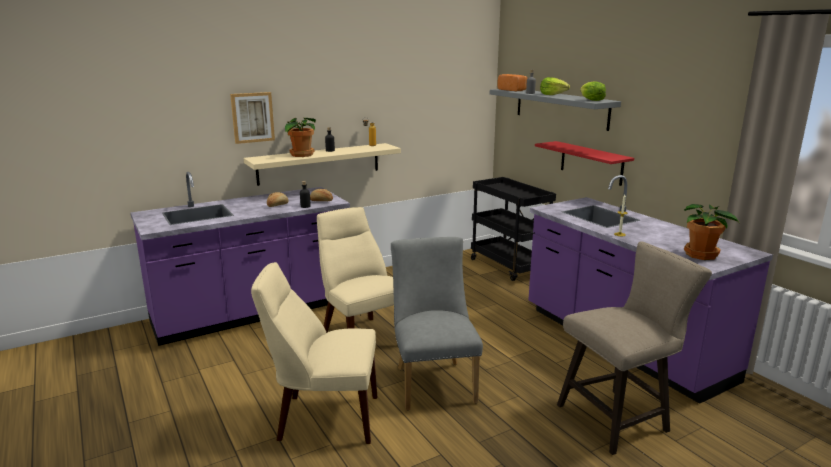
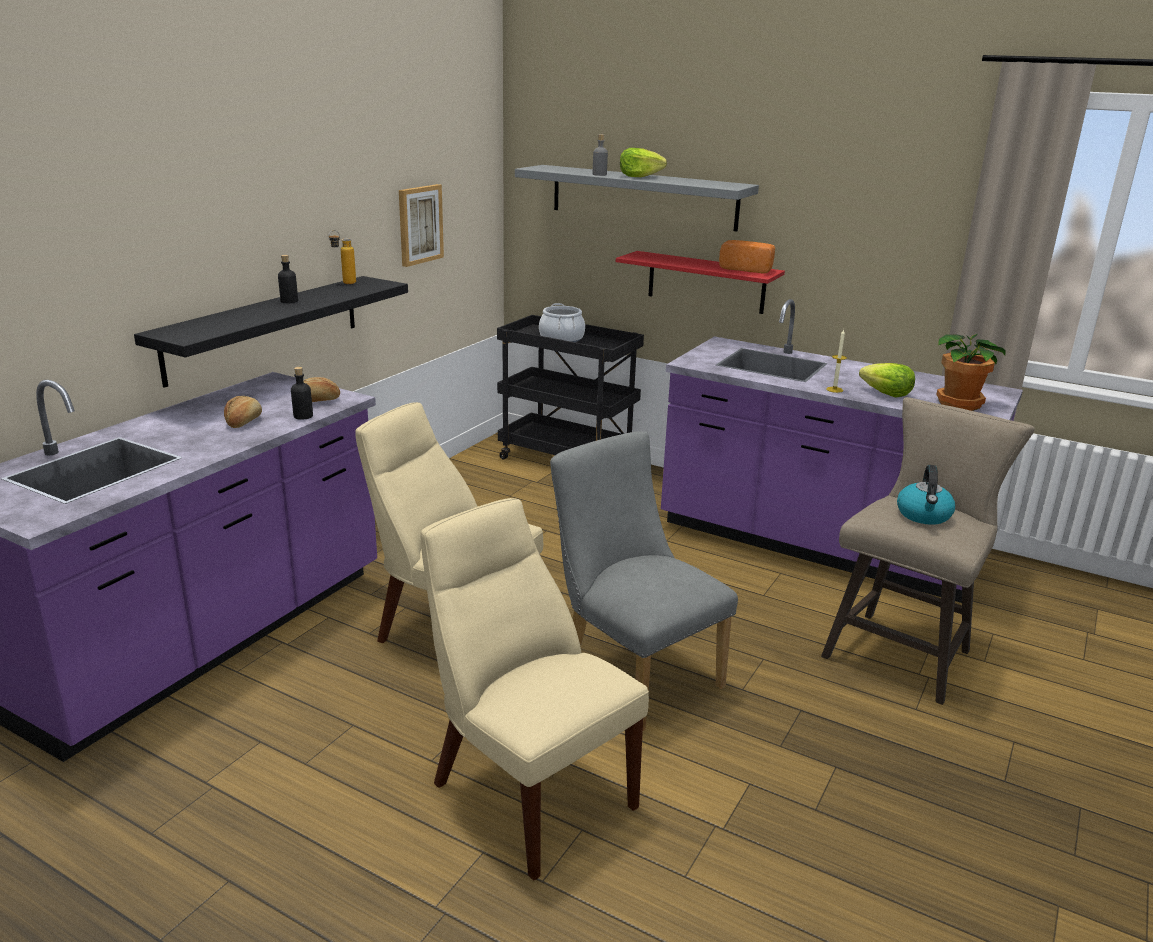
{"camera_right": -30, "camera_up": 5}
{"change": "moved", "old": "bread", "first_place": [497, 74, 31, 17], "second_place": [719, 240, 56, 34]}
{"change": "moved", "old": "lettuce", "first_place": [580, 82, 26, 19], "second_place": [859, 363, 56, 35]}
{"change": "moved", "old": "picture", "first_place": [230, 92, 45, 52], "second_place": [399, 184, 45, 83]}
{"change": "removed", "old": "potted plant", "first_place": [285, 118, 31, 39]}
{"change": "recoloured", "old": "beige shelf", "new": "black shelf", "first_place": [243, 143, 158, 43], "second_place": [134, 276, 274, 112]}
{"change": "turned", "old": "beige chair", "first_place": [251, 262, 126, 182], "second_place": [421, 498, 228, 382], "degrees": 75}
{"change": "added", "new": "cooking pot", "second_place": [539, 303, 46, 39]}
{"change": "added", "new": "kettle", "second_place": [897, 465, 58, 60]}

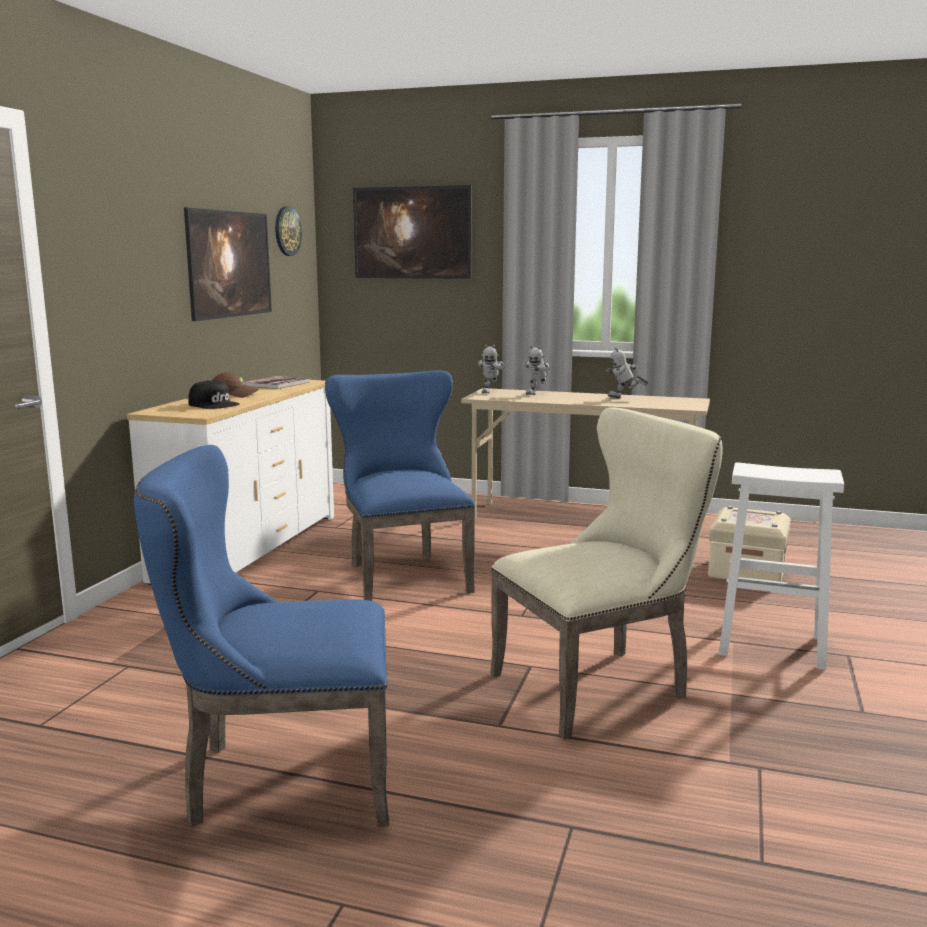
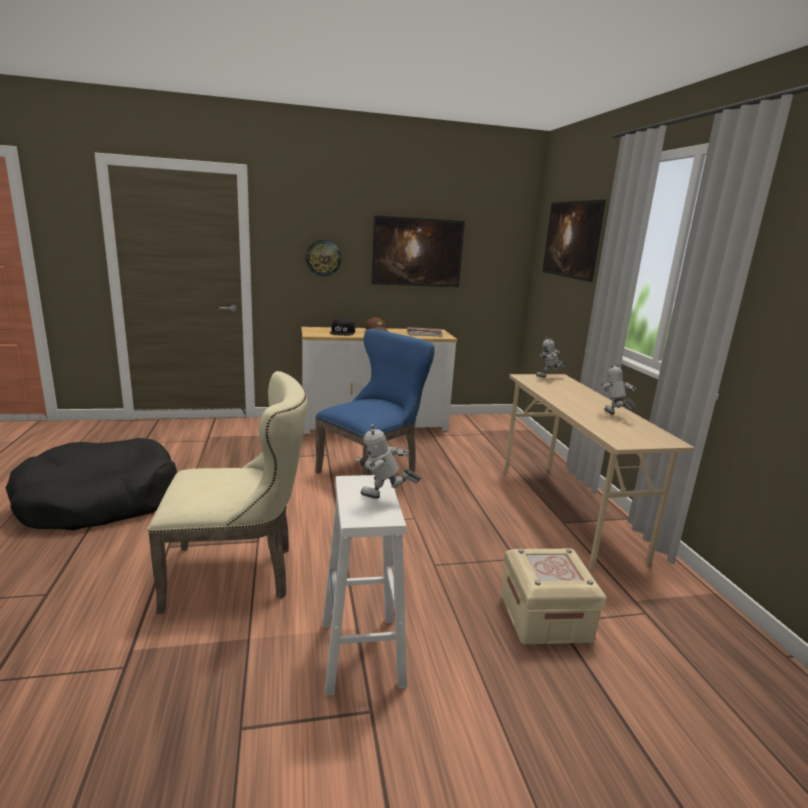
{"camera_right": 60, "camera_up": 5}
{"change": "moved", "old": "wall clock", "first_place": [275, 206, 27, 50], "second_place": [306, 240, 35, 36]}
{"change": "moved", "old": "toy robot", "first_place": [525, 346, 24, 49], "second_place": [356, 424, 65, 75]}
{"change": "turned", "old": "beige chair", "first_place": [490, 407, 233, 333], "second_place": [148, 371, 160, 243], "degrees": -45}
{"change": "replaced", "old": "blue chair", "new": "black dog bed", "first_place": [134, 445, 255, 382], "second_place": [6, 438, 171, 92]}

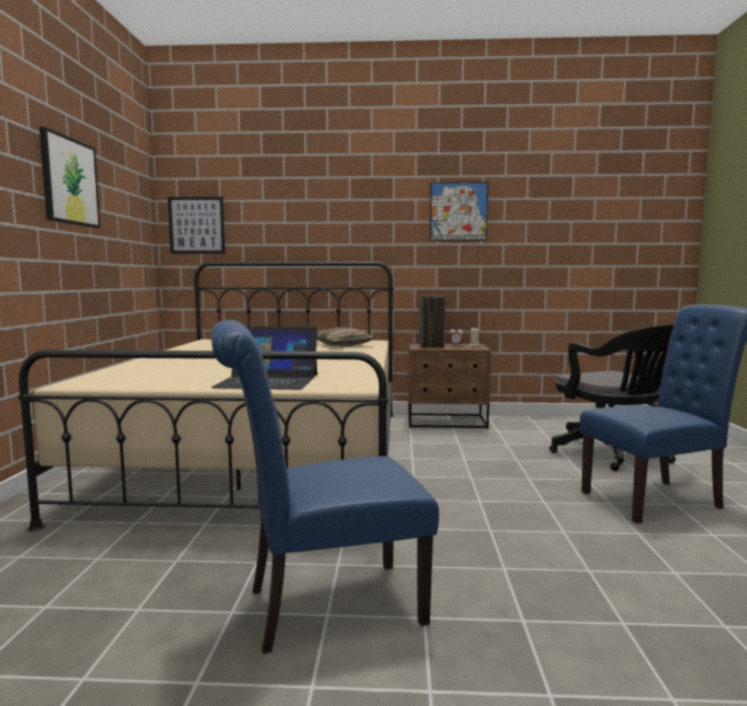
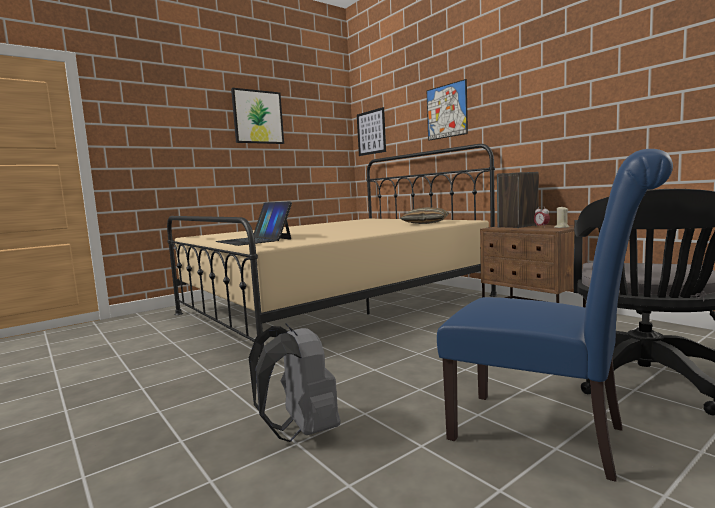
{"camera_right": 50, "camera_up": 0}
{"change": "moved", "old": "picture", "first_place": [430, 182, 58, 59], "second_place": [427, 79, 41, 62]}
{"change": "removed", "old": "blue chair", "first_place": [210, 320, 229, 334]}
{"change": "added", "new": "grey backpack", "second_place": [249, 324, 92, 118]}

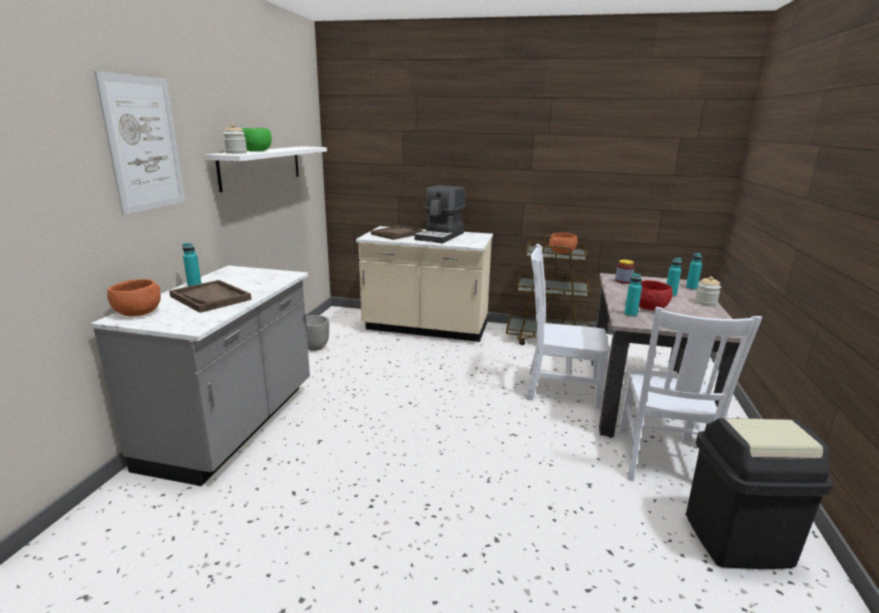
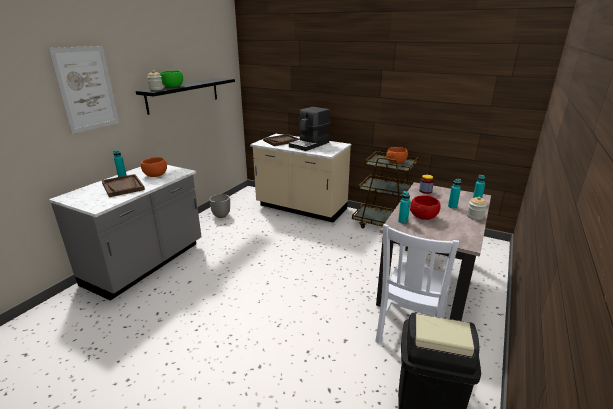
{"camera_right": 15, "camera_up": 5}
{"change": "recoloured", "old": "white shelf", "new": "black shelf", "first_place": [206, 146, 121, 46], "second_place": [136, 78, 99, 37]}
{"change": "removed", "old": "white chair", "first_place": [526, 244, 83, 165]}
{"change": "moved", "old": "orange bowl", "first_place": [107, 279, 54, 37], "second_place": [141, 157, 26, 20]}

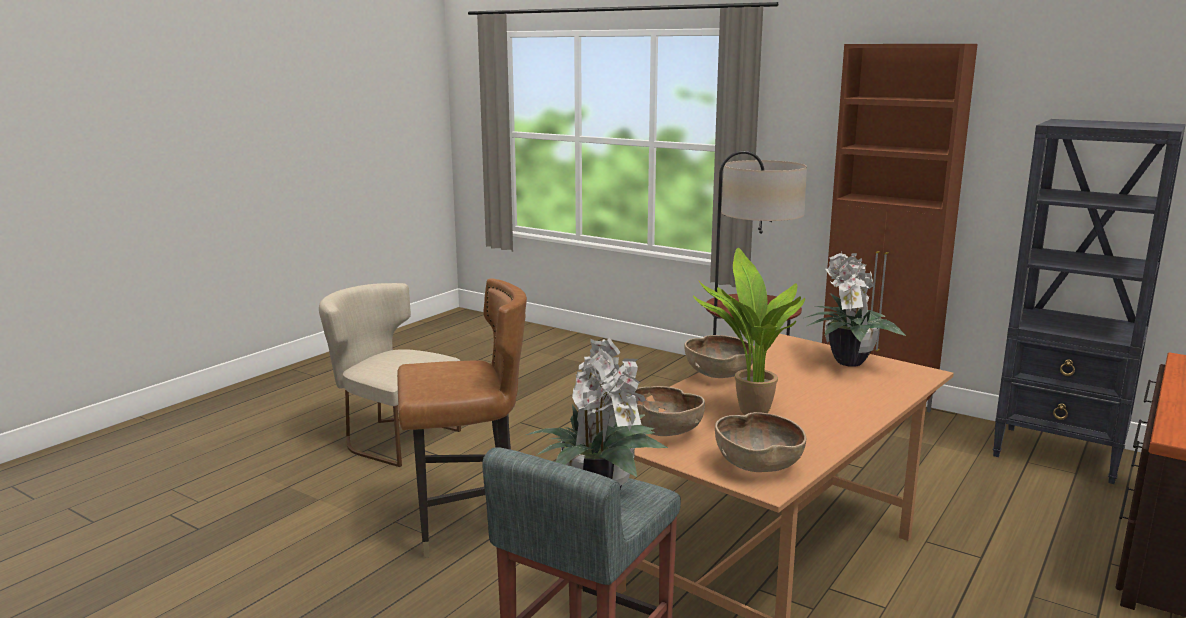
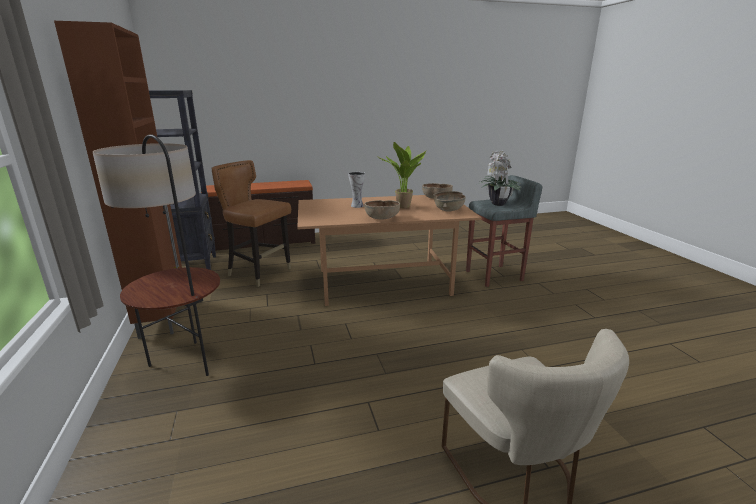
{"camera_right": -140, "camera_up": 5}
{"change": "removed", "old": "potted plant", "first_place": [804, 252, 102, 115]}
{"change": "moved", "old": "brown chair", "first_place": [397, 278, 130, 280], "second_place": [211, 160, 80, 127]}
{"change": "added", "new": "vase", "second_place": [348, 172, 17, 36]}

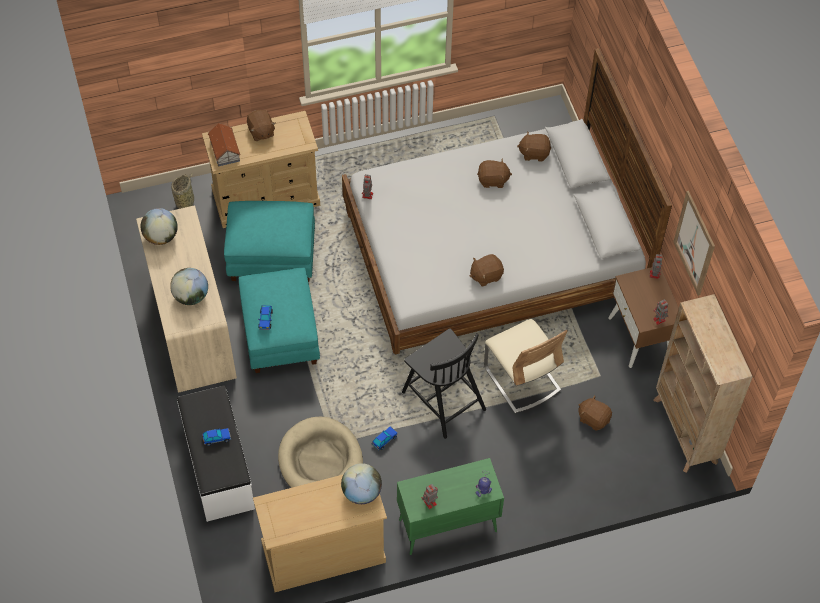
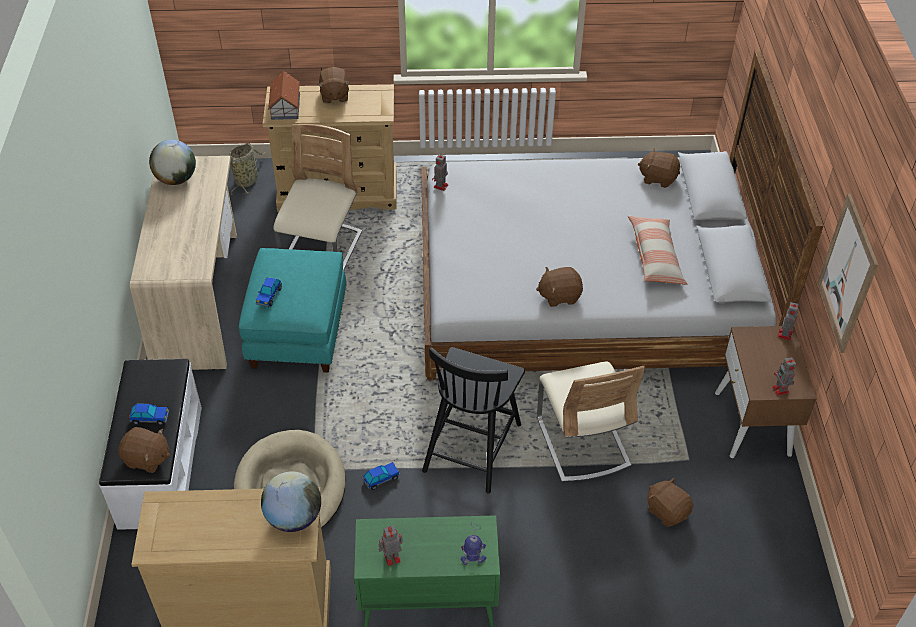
{"camera_right": 15, "camera_up": -10}
{"change": "moved", "old": "brown plush toy", "first_place": [477, 159, 35, 29], "second_place": [118, 427, 52, 46]}
{"change": "replaced", "old": "turquoise ottoman", "new": "beige chair", "first_place": [224, 201, 91, 81], "second_place": [273, 124, 89, 147]}
{"change": "removed", "old": "globe", "first_place": [170, 268, 38, 37]}
{"change": "removed", "old": "beige bookcase", "first_place": [653, 294, 100, 179]}
{"change": "turned", "old": "black chair", "first_place": [402, 329, 84, 110], "second_place": [422, 347, 103, 146], "degrees": 45}
{"change": "added", "new": "pillow", "second_place": [627, 215, 60, 70]}

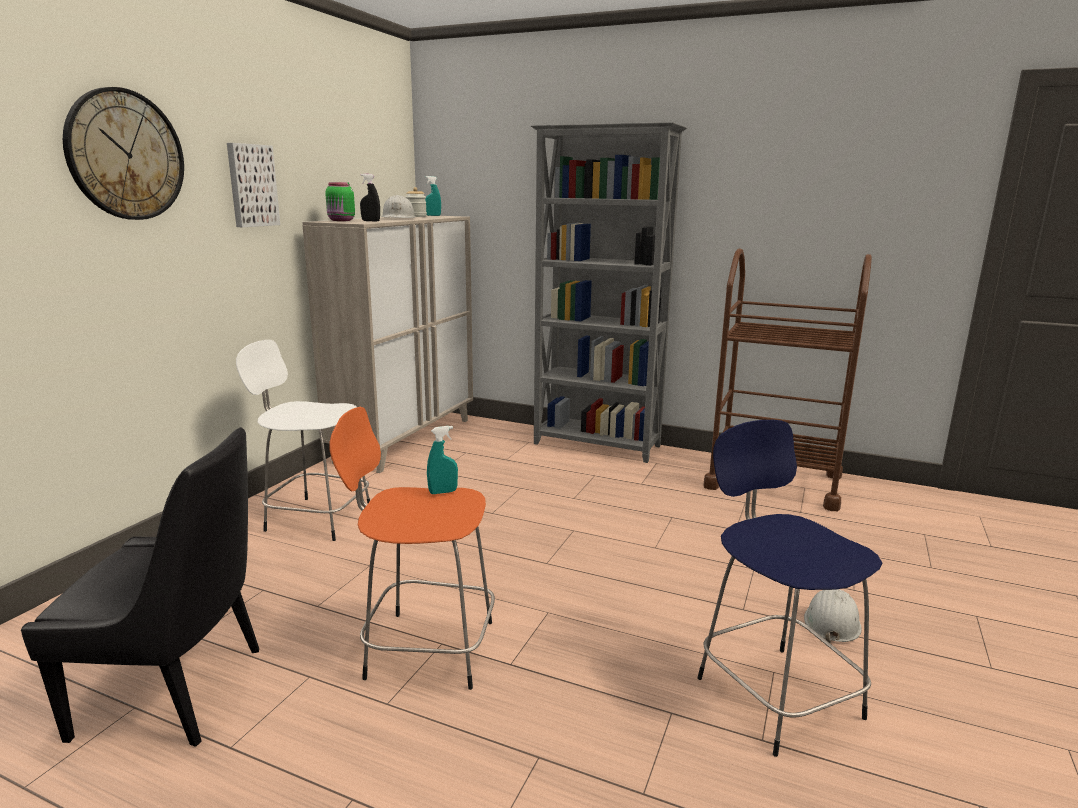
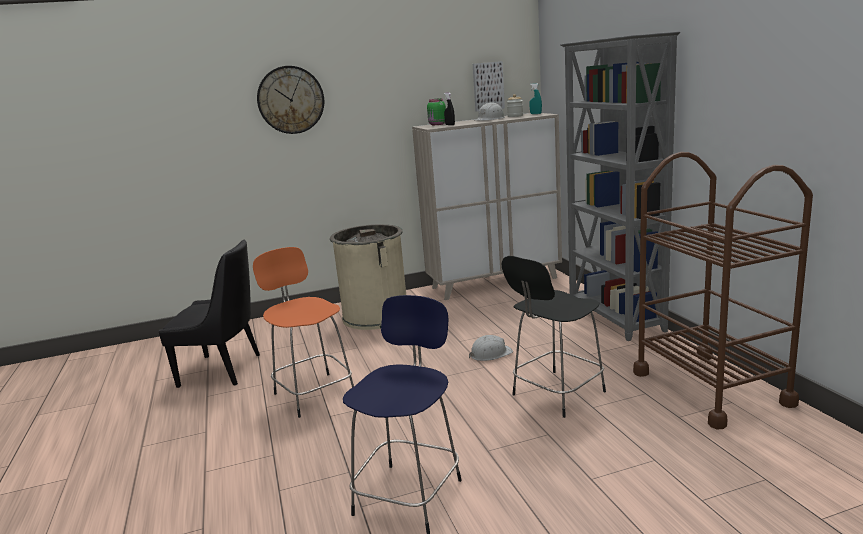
{"camera_right": 50, "camera_up": 0}
{"change": "moved", "old": "picture", "first_place": [227, 143, 53, 84], "second_place": [473, 61, 32, 51]}
{"change": "replaced", "old": "white stool", "new": "beige trash can", "first_place": [236, 340, 134, 201], "second_place": [330, 224, 76, 106]}
{"change": "removed", "old": "turquoise spray bottle", "first_place": [427, 426, 31, 68]}
{"change": "turned", "old": "black chair", "first_place": [21, 427, 238, 320], "second_place": [158, 240, 102, 148], "degrees": -45}
{"change": "moved", "old": "white hard hat", "first_place": [804, 589, 58, 54], "second_place": [469, 335, 44, 26]}
{"change": "added", "new": "black stool", "second_place": [501, 256, 105, 162]}

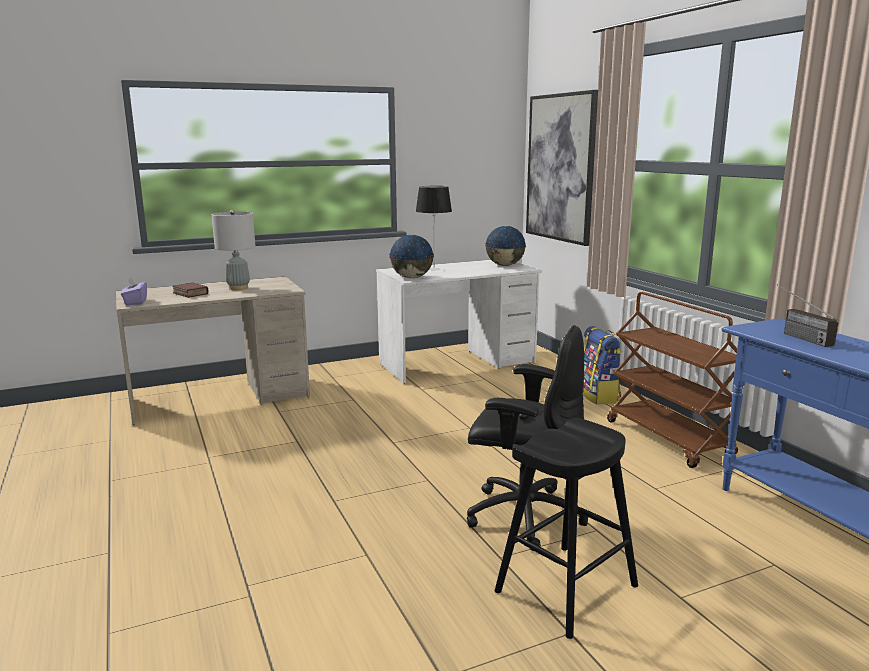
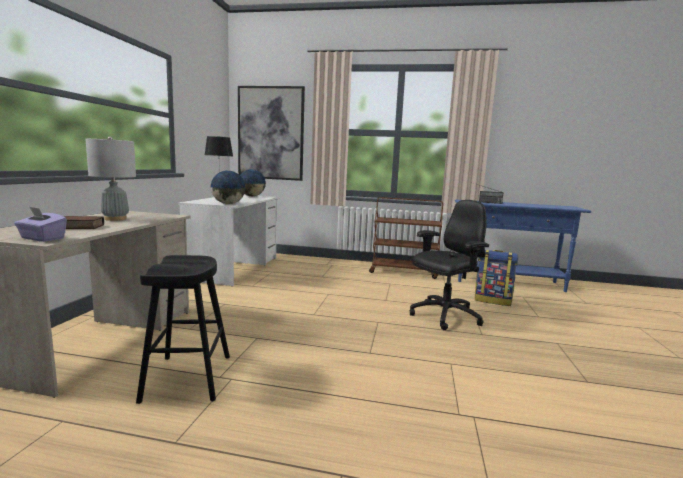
{"camera_right": -55, "camera_up": -5}
{"change": "moved", "old": "backpack", "first_place": [583, 326, 39, 79], "second_place": [475, 250, 43, 56]}
{"change": "moved", "old": "black stool", "first_place": [495, 418, 143, 221], "second_place": [136, 255, 94, 149]}

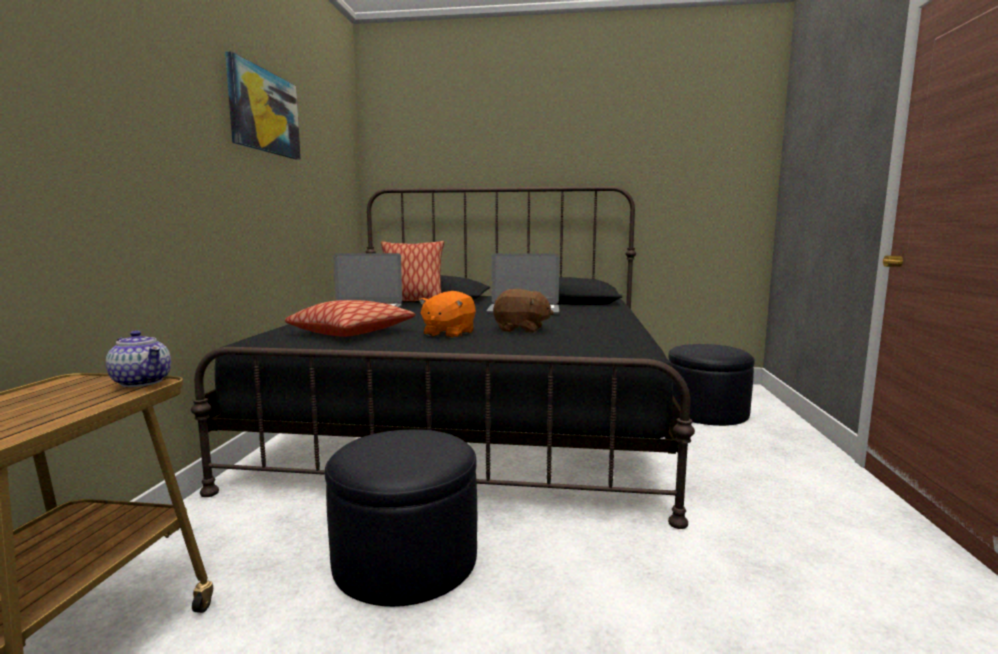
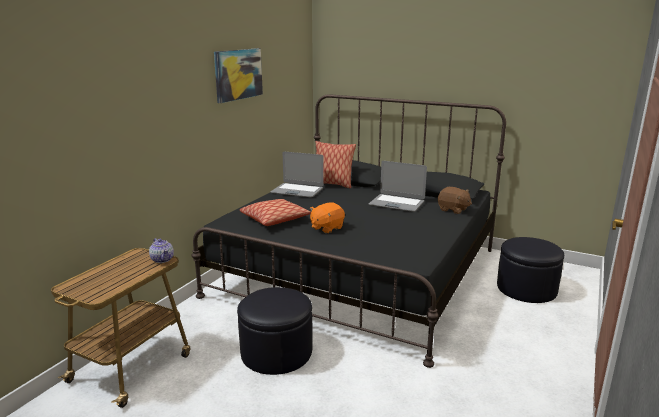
{"camera_right": 20, "camera_up": 10}
{"change": "moved", "old": "brown plush toy", "first_place": [493, 289, 61, 44], "second_place": [438, 187, 34, 27]}

